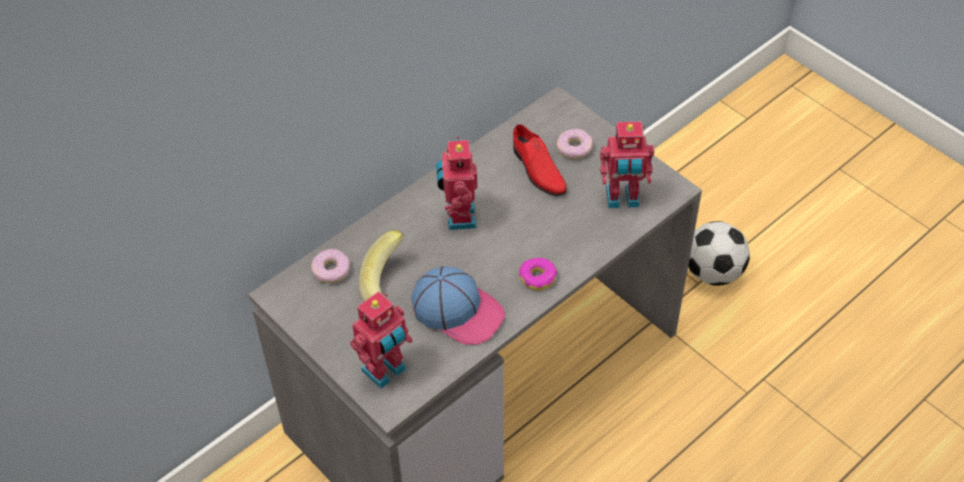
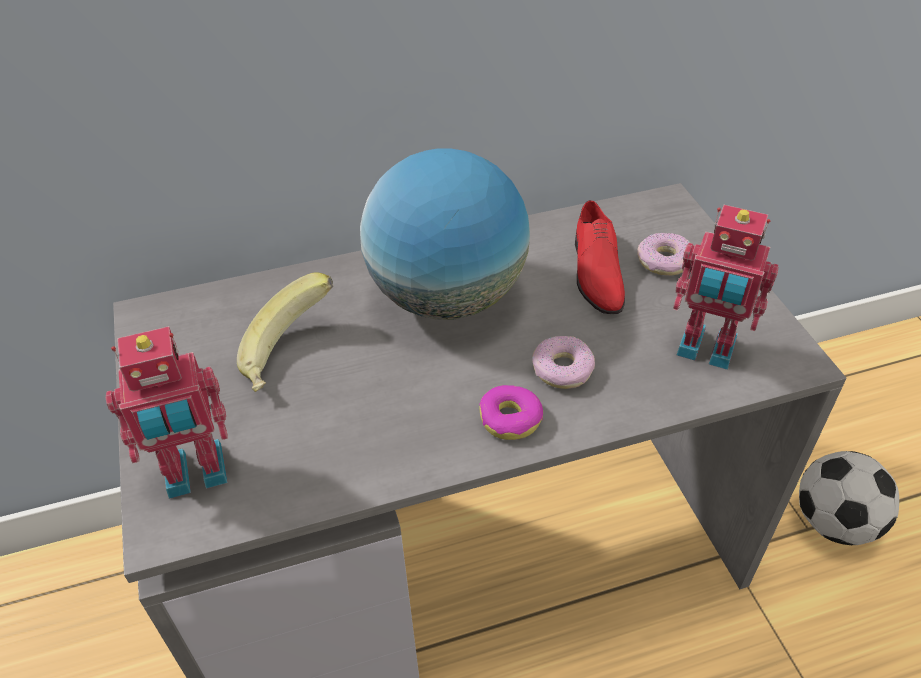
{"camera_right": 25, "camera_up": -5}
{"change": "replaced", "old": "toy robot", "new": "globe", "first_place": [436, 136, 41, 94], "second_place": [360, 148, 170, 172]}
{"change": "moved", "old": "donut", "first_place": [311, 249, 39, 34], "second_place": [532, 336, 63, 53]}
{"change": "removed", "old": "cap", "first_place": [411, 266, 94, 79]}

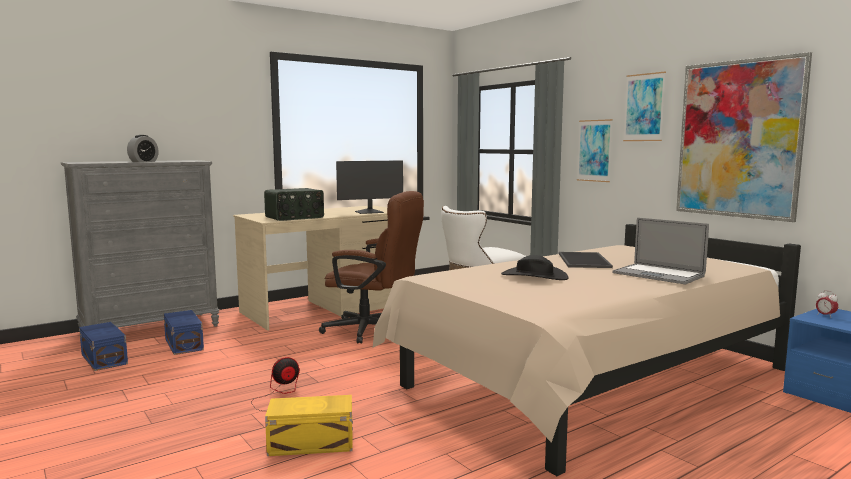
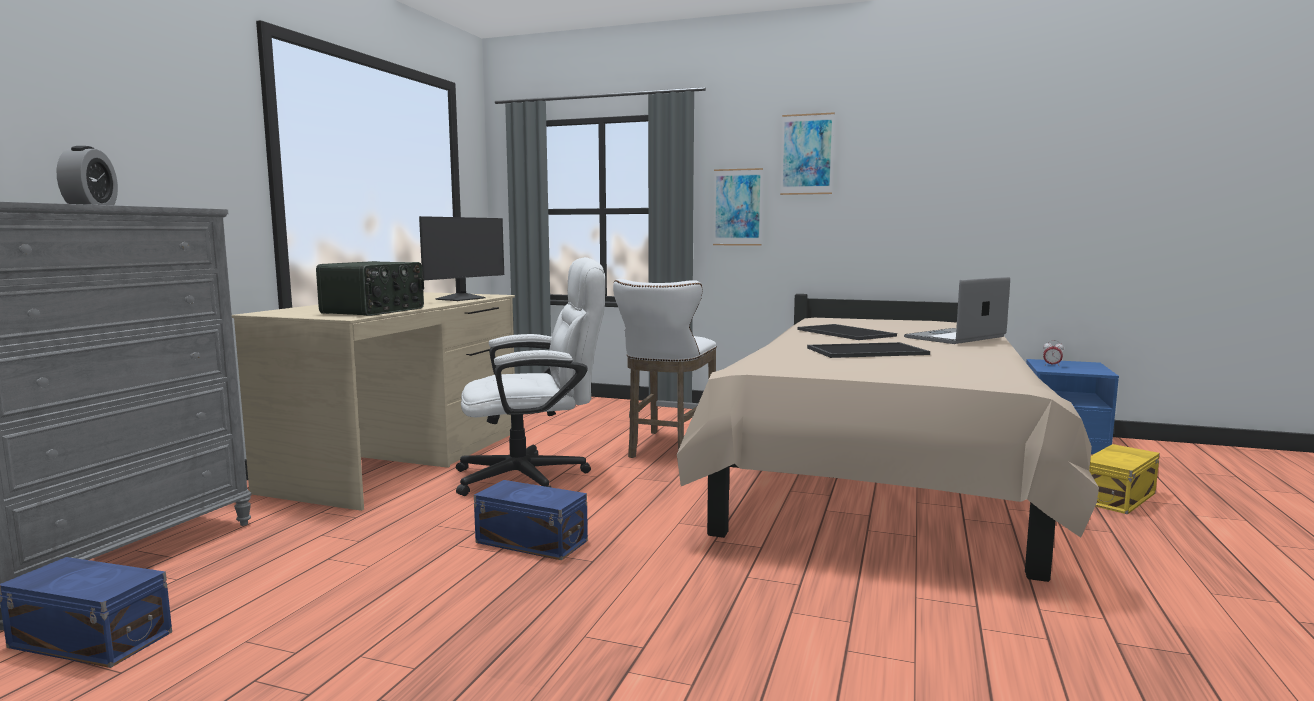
{"camera_right": -35, "camera_up": 0}
{"change": "removed", "old": "picture", "first_place": [676, 52, 136, 170]}
{"change": "recoloured", "old": "brown office chair", "new": "white office chair", "first_place": [319, 191, 105, 153], "second_place": [456, 257, 149, 239]}
{"change": "turned", "old": "laptop", "first_place": [612, 218, 97, 66], "second_place": [904, 277, 106, 67], "degrees": 135}
{"change": "replaced", "old": "black hat", "new": "tray", "first_place": [501, 255, 68, 25], "second_place": [807, 342, 123, 16]}
{"change": "moved", "old": "blue storage box", "first_place": [164, 310, 40, 45], "second_place": [474, 480, 114, 80]}
{"change": "removed", "old": "fan", "first_place": [251, 357, 49, 54]}
{"change": "moved", "old": "yellow storage box", "first_place": [265, 395, 88, 61], "second_place": [1089, 444, 71, 70]}

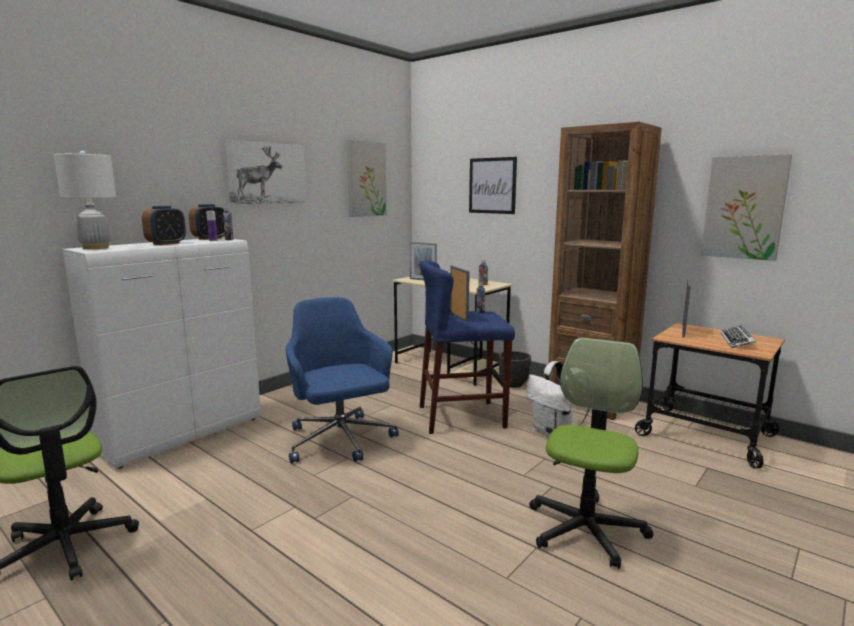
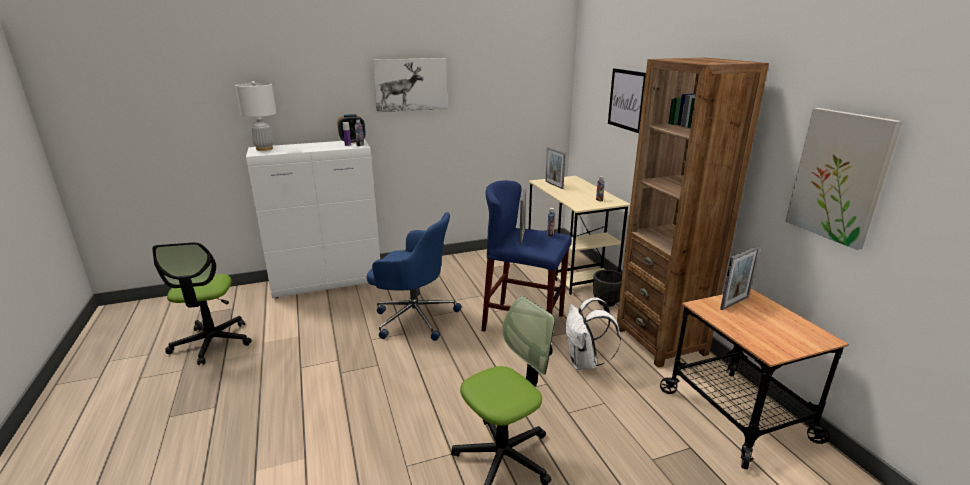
{"camera_right": 30, "camera_up": 10}
{"change": "removed", "old": "picture", "first_place": [347, 140, 40, 77]}
{"change": "removed", "old": "alarm clock", "first_place": [142, 206, 44, 39]}
{"change": "turned", "old": "blue office chair", "first_place": [286, 297, 113, 167], "second_place": [367, 212, 95, 129], "degrees": 105}
{"change": "removed", "old": "keyboard", "first_place": [720, 325, 36, 23]}

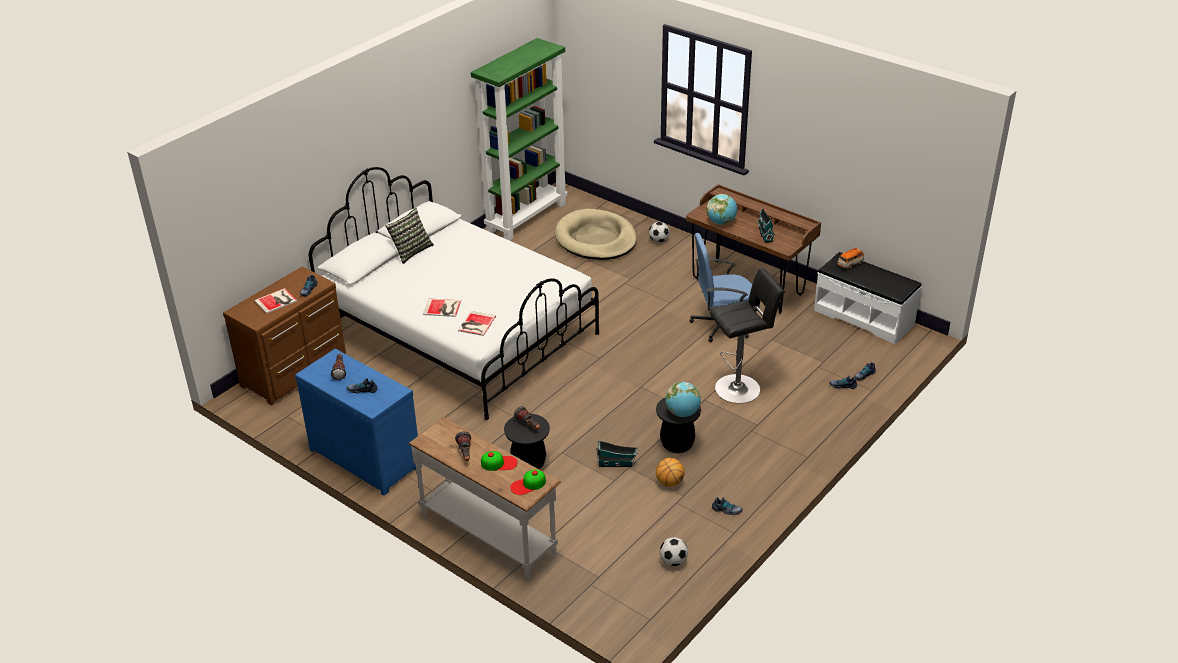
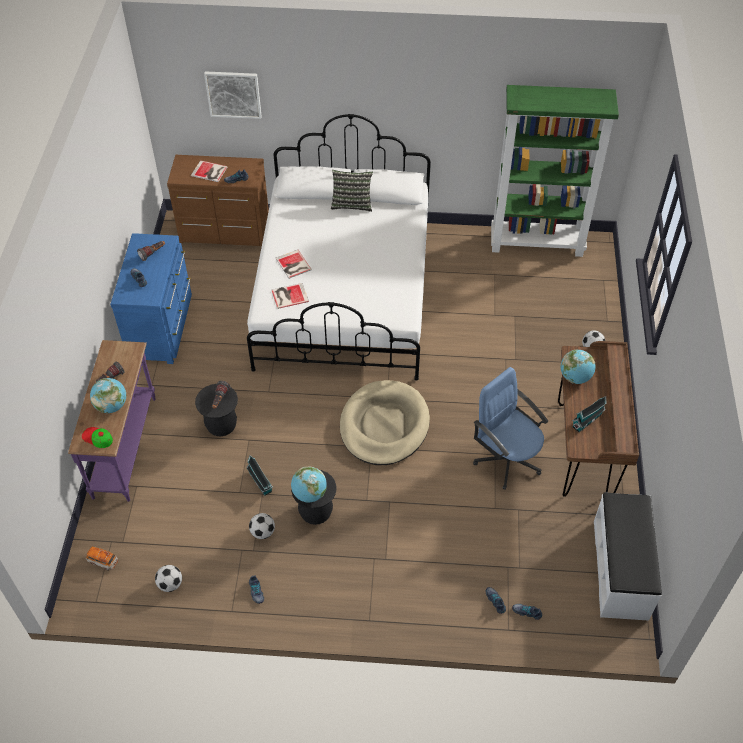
{"camera_right": 55, "camera_up": 15}
{"change": "moved", "old": "beige dog bed", "first_place": [555, 209, 82, 51], "second_place": [340, 380, 90, 85]}
{"change": "moved", "old": "toy car", "first_place": [838, 247, 26, 22], "second_place": [86, 546, 32, 24]}
{"change": "removed", "old": "black stool", "first_place": [710, 268, 75, 136]}
{"change": "recoloured", "old": "white console table", "new": "purple console table", "first_place": [408, 417, 153, 164], "second_place": [68, 340, 88, 162]}
{"change": "replaced", "old": "cap", "new": "globe", "first_place": [481, 451, 37, 20], "second_place": [90, 378, 37, 35]}
{"change": "replaced", "old": "basketball", "new": "football", "first_place": [656, 458, 29, 29], "second_place": [249, 513, 26, 26]}
{"change": "added", "new": "picture", "second_place": [204, 71, 58, 48]}

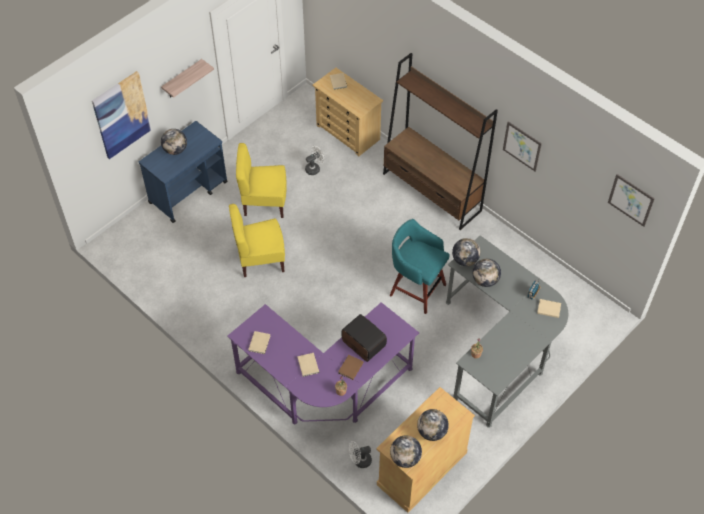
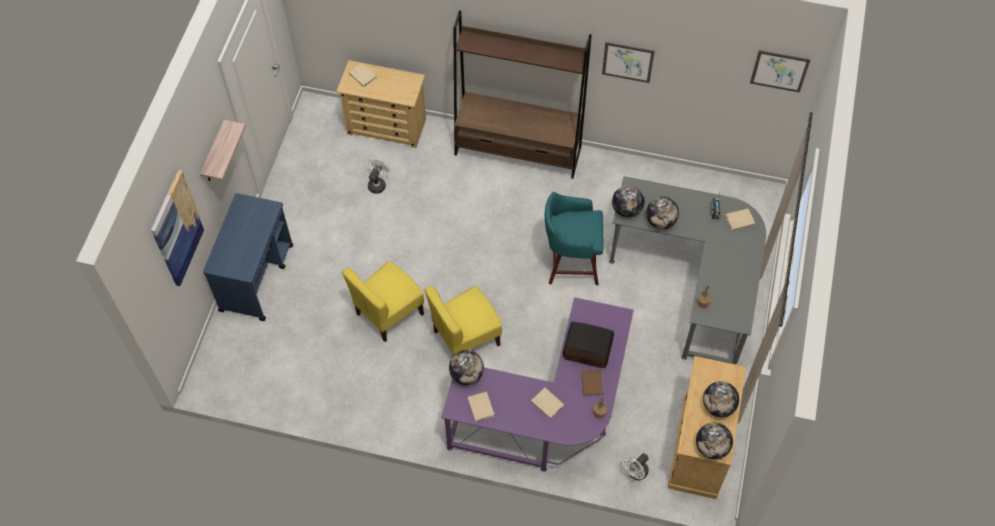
{"camera_right": -30, "camera_up": 5}
{"change": "moved", "old": "globe", "first_place": [161, 129, 26, 26], "second_place": [449, 350, 35, 35]}
{"change": "moved", "old": "yellow chair", "first_place": [236, 143, 51, 75], "second_place": [425, 286, 77, 70]}

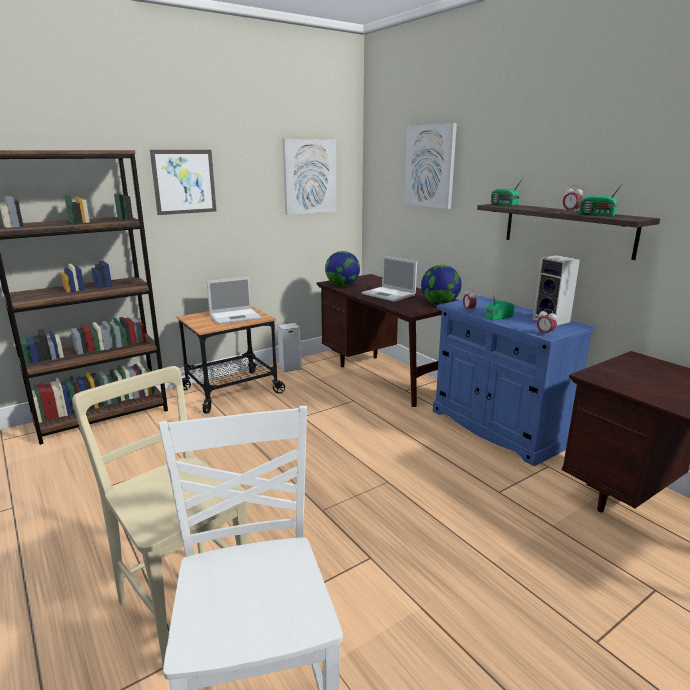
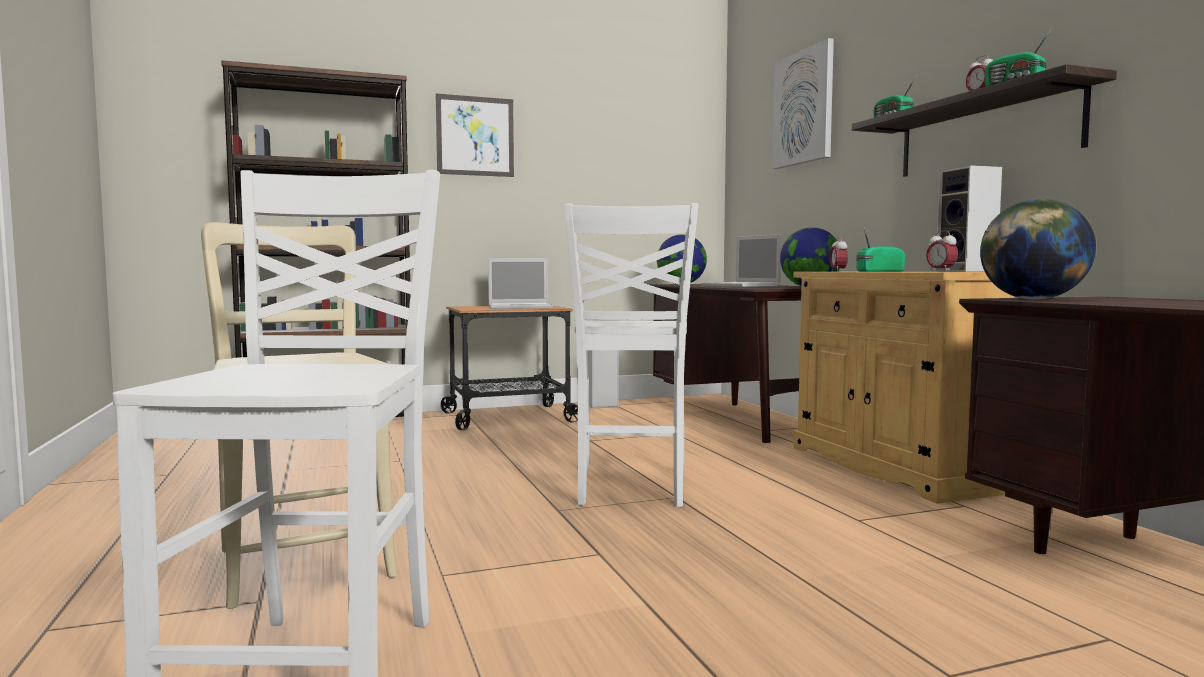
{"camera_right": 15, "camera_up": -15}
{"change": "removed", "old": "picture", "first_place": [283, 139, 54, 76]}
{"change": "recoloured", "old": "blue cabinet", "new": "beige cabinet", "first_place": [433, 296, 163, 170], "second_place": [793, 272, 225, 231]}
{"change": "added", "new": "globe", "second_place": [980, 199, 116, 101]}
{"change": "added", "new": "white chair", "second_place": [564, 203, 134, 304]}

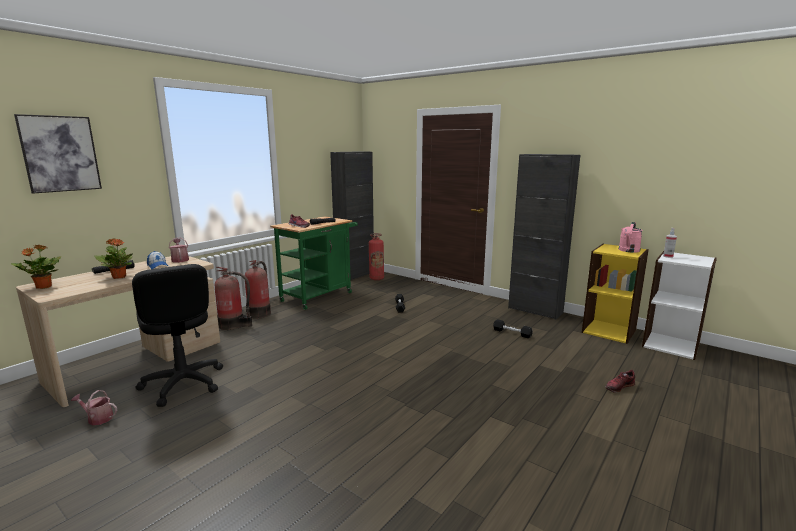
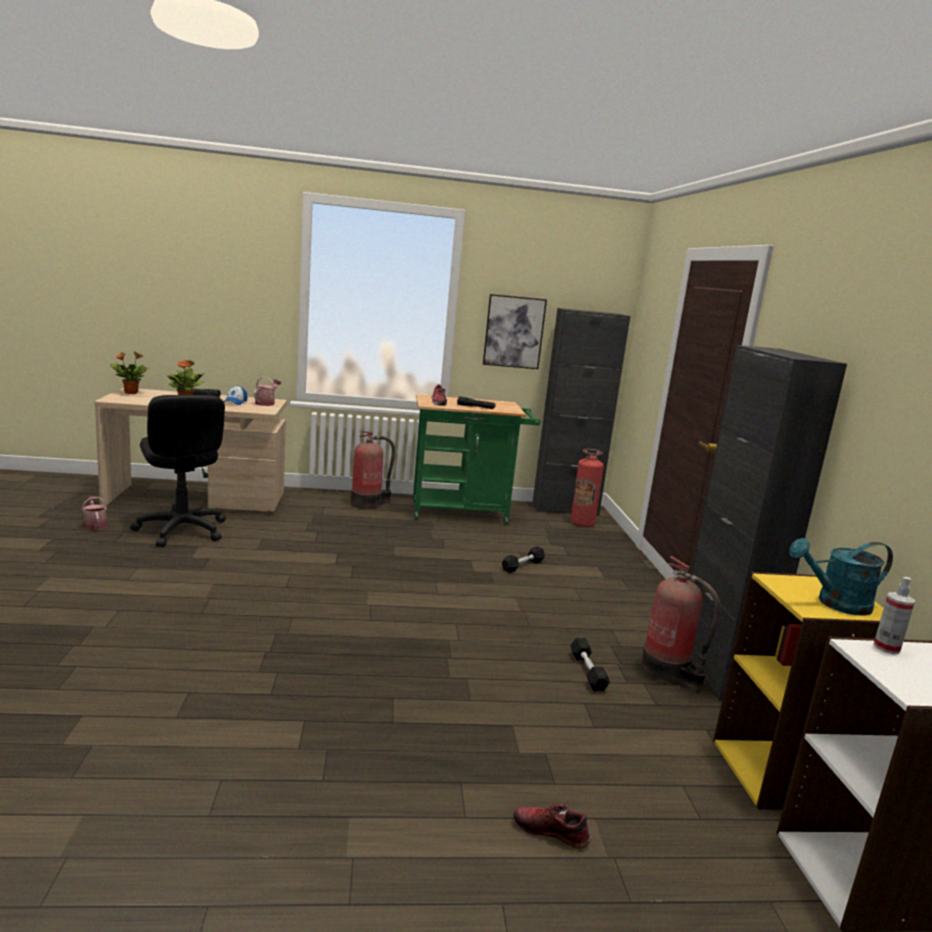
{"camera_right": 45, "camera_up": 0}
{"change": "moved", "old": "picture", "first_place": [14, 114, 88, 80], "second_place": [483, 294, 64, 75]}
{"change": "recoloured", "old": "pink watering can", "new": "turquoise watering can", "first_place": [619, 222, 24, 31], "second_place": [789, 538, 104, 78]}
{"change": "turned", "old": "black office chair", "first_place": [132, 264, 91, 143], "second_place": [130, 395, 96, 152], "degrees": -45}
{"change": "moved", "old": "fire extinguisher", "first_place": [215, 267, 37, 63], "second_place": [640, 556, 81, 137]}

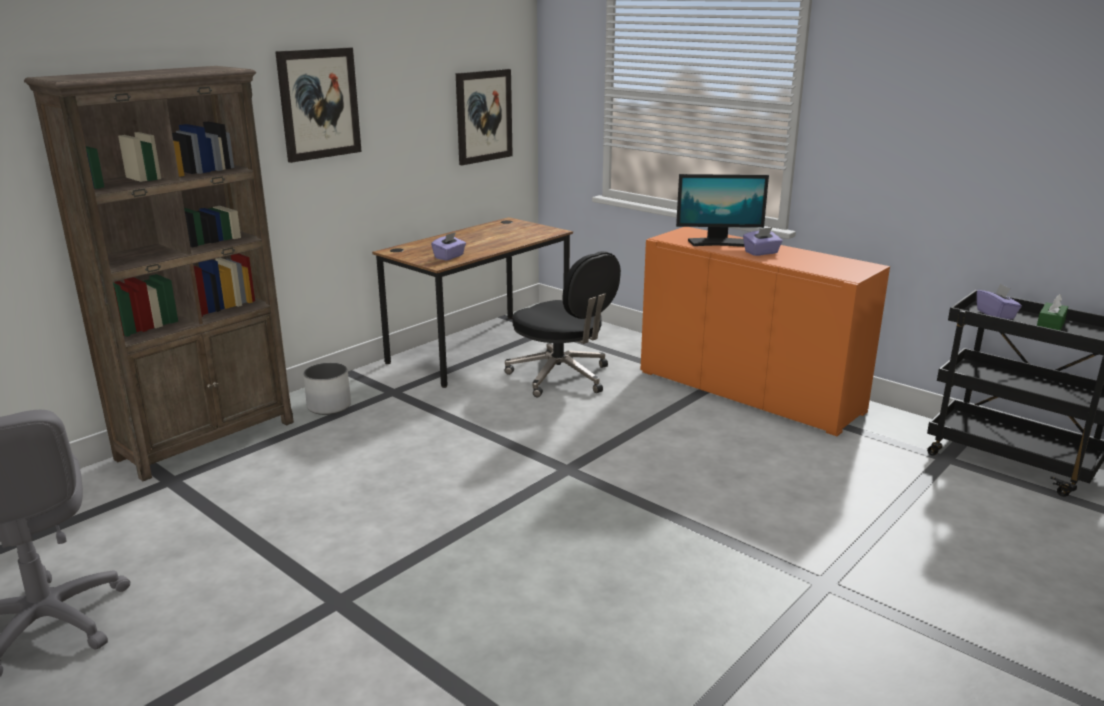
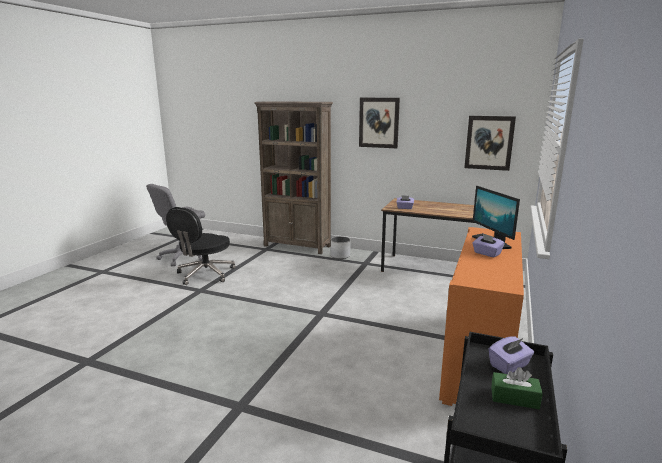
{"camera_right": 70, "camera_up": -5}
{"change": "moved", "old": "black office chair", "first_place": [505, 251, 116, 146], "second_place": [166, 207, 70, 78]}

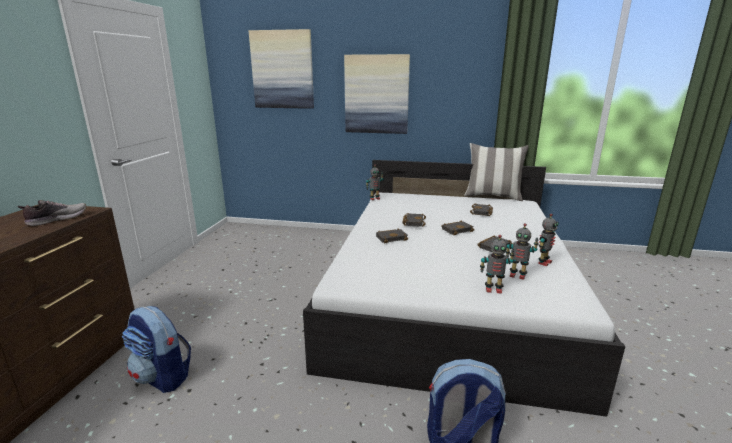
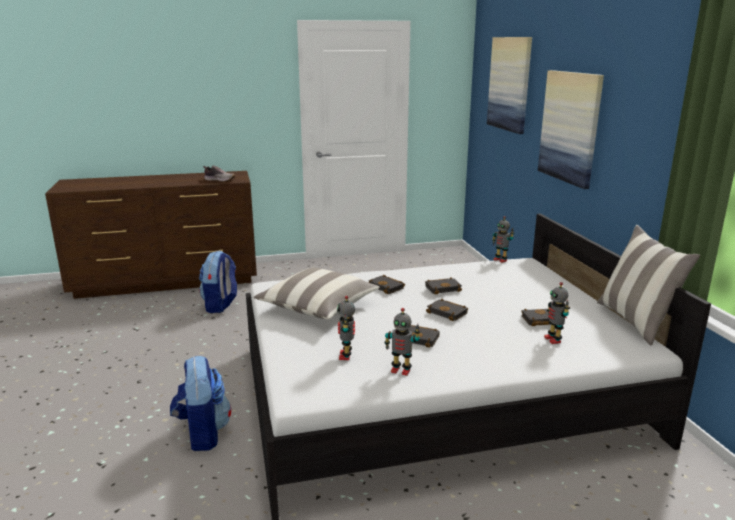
{"camera_right": 65, "camera_up": 0}
{"change": "moved", "old": "toy robot", "first_place": [480, 235, 35, 59], "second_place": [544, 282, 26, 62]}
{"change": "added", "new": "pillow", "second_place": [254, 268, 126, 51]}

